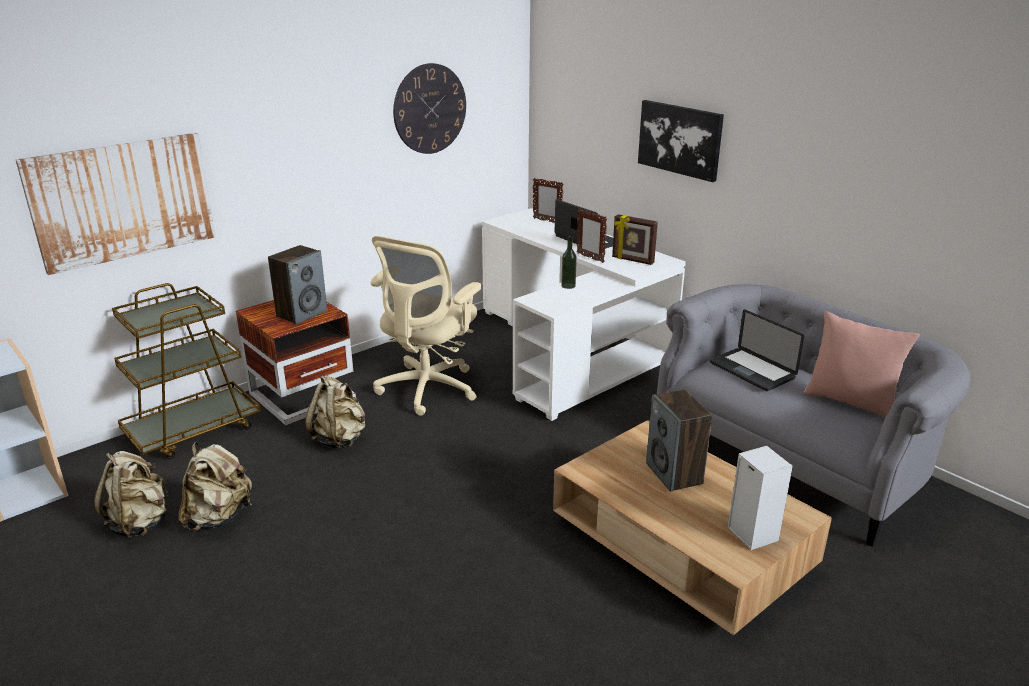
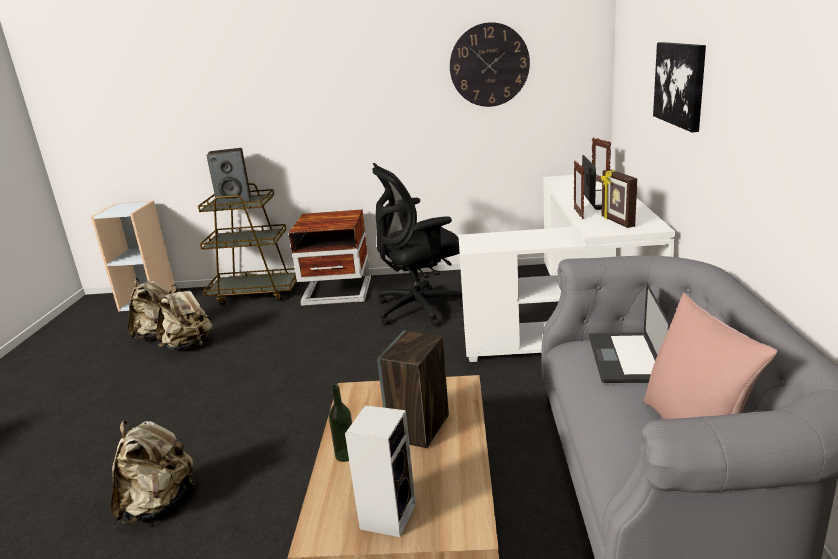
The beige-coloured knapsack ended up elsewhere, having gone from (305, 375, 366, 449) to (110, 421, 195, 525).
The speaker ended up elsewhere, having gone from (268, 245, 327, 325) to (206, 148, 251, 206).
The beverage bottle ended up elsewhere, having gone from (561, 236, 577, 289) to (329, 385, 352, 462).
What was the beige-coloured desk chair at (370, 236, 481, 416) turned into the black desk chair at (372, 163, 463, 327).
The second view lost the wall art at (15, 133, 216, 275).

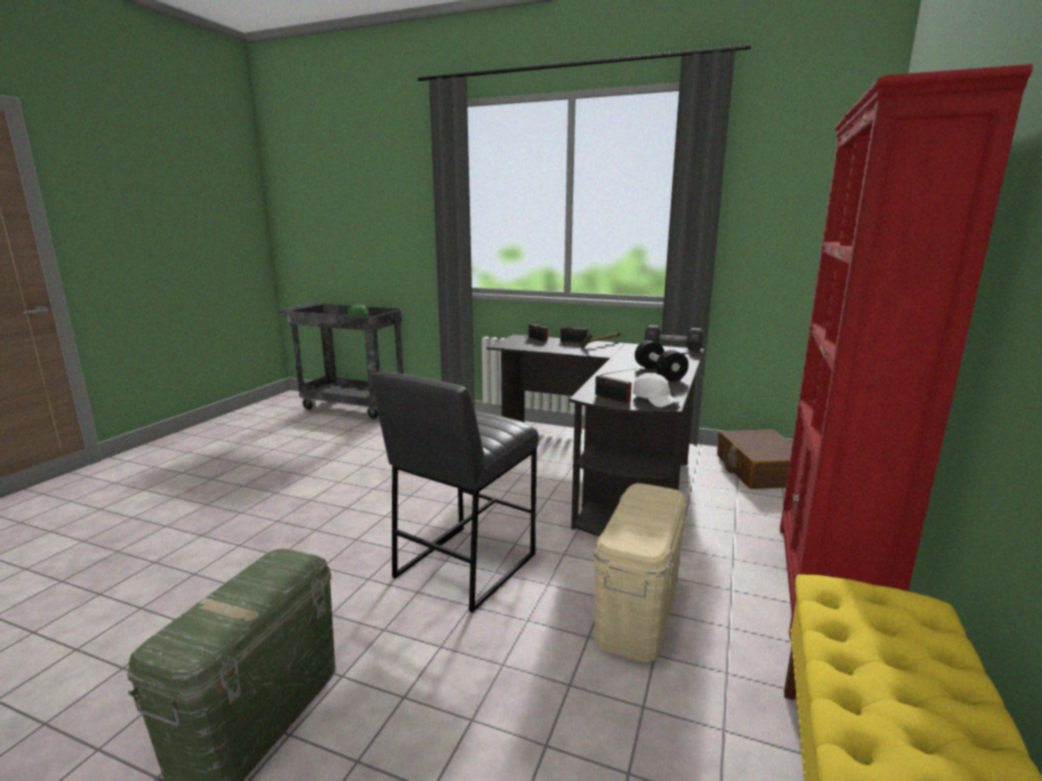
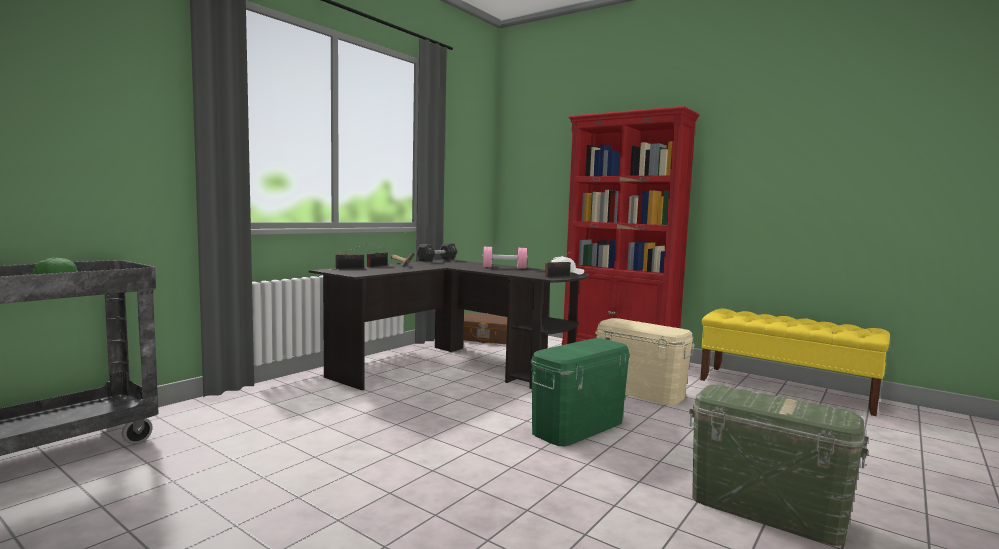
What was the black hand weight at (635, 340, 689, 381) turned into the pinkish hand weight at (482, 247, 528, 269).
Where the greyish stool seat stood at (371, 371, 539, 613), the green storage box came to stand at (531, 338, 630, 446).

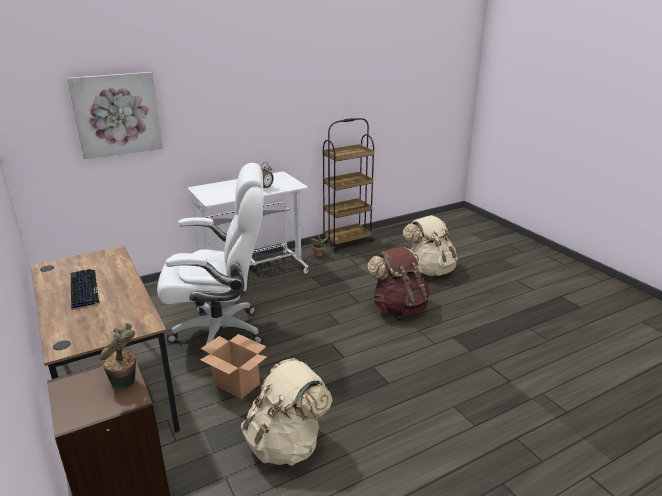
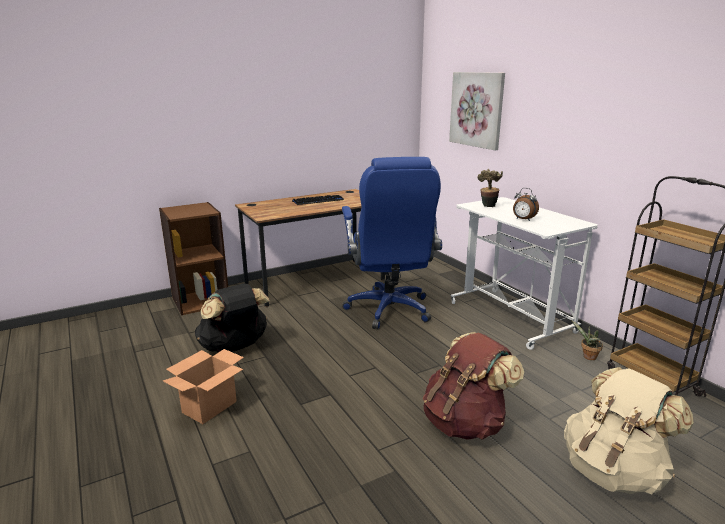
The cardboard box ended up elsewhere, having gone from (200, 334, 267, 399) to (163, 349, 244, 424).
What was the beige-coloured knapsack at (241, 358, 332, 466) turned into the black knapsack at (195, 283, 270, 352).
What was the whitish desk chair at (157, 163, 265, 357) turned into the blue desk chair at (342, 157, 442, 330).
The plant in a pot ended up elsewhere, having gone from (99, 323, 136, 389) to (477, 169, 503, 207).

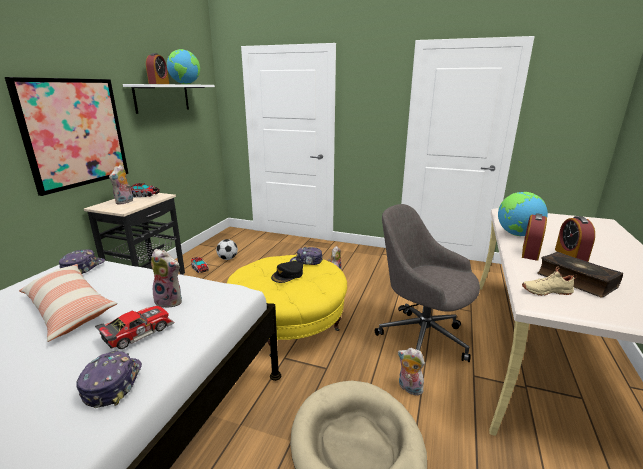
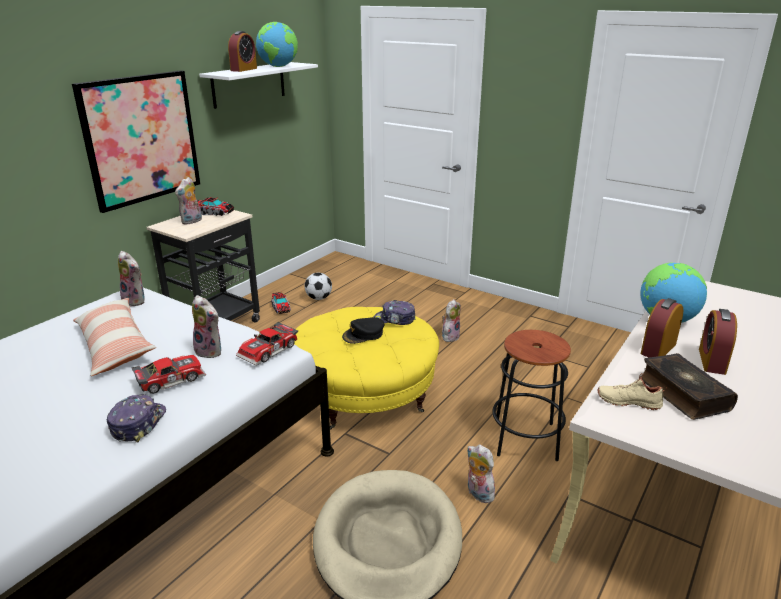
Where the cap stood at (59, 249, 105, 274), the plush toy came to stand at (118, 251, 145, 307).
The second view gained the miniature car at (236, 322, 298, 366).
Where the greyish desk chair stood at (375, 204, 480, 362), the black stool seat came to stand at (492, 330, 571, 461).

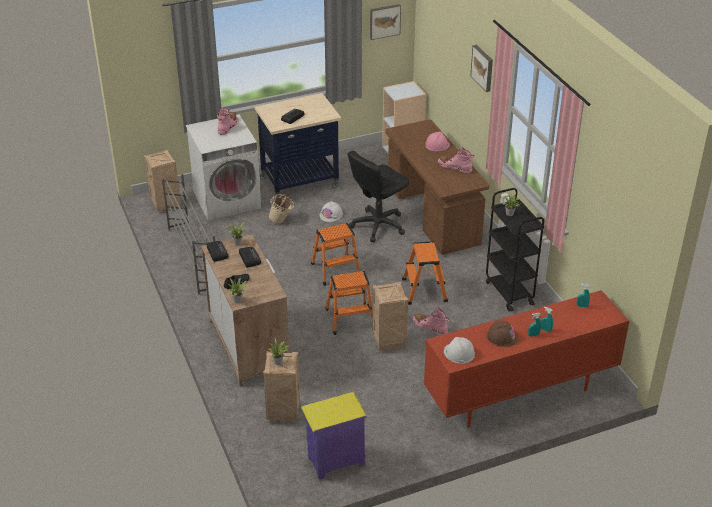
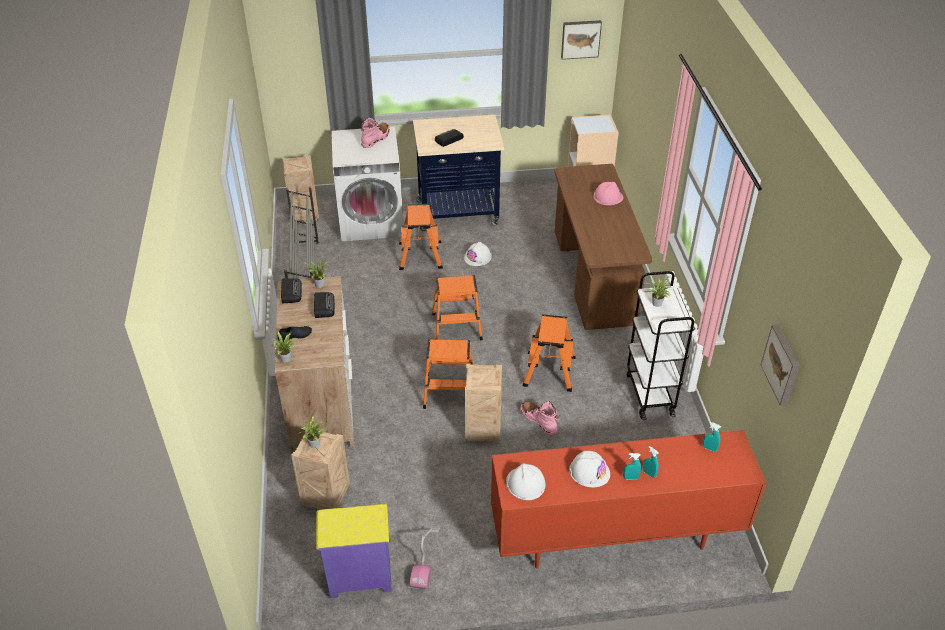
Where the beige-coloured bucket stood at (268, 194, 294, 224), the orangey step ladder came to stand at (399, 204, 443, 270).
The second view gained the vacuum at (410, 525, 440, 589).
What was the brownish safety helmet at (487, 320, 519, 347) turned into the whitish safety helmet at (569, 451, 610, 487).
What was the black trolley at (486, 188, 544, 312) turned into the whitish trolley at (626, 271, 695, 420).
The wall art ended up elsewhere, having gone from (470, 45, 493, 92) to (761, 325, 800, 406).
The second view lost the black desk chair at (347, 151, 409, 242).
The second view lost the pinkish tall boot at (438, 147, 474, 173).

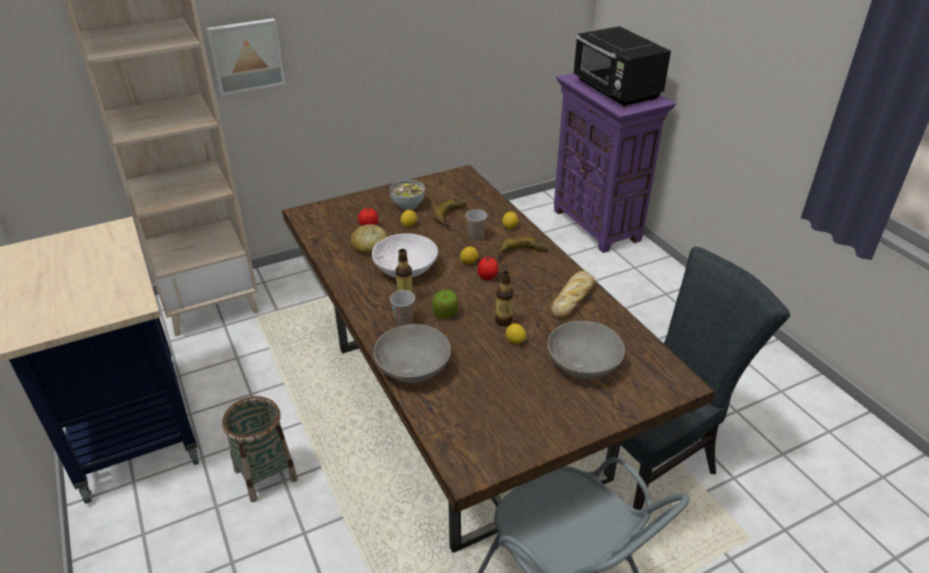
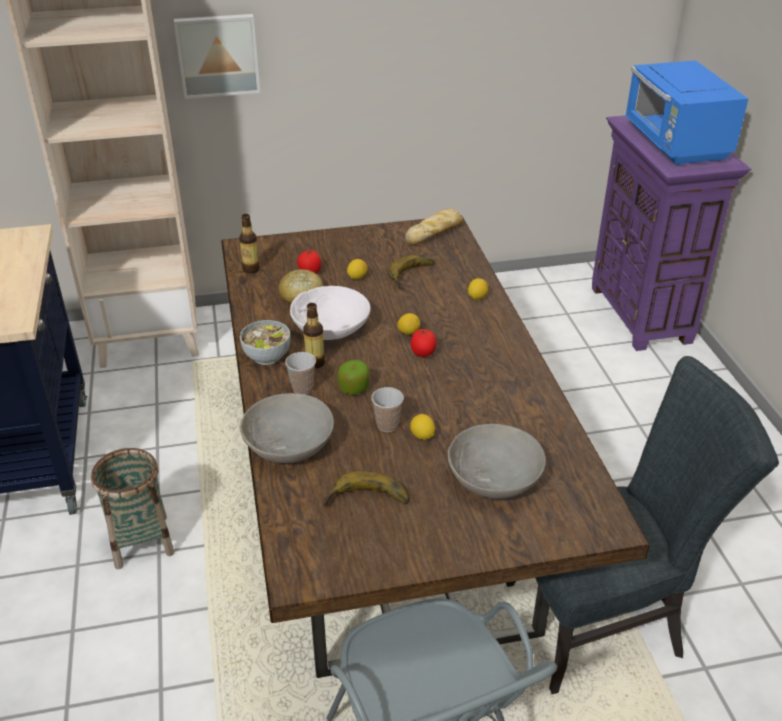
The beverage bottle ended up elsewhere, having gone from (495, 271, 513, 326) to (239, 214, 260, 274).
The deep dish ended up elsewhere, having gone from (390, 180, 425, 210) to (240, 320, 290, 365).
The whole banana ended up elsewhere, having gone from (497, 237, 548, 260) to (323, 471, 409, 507).
The cup ended up elsewhere, having gone from (465, 209, 487, 240) to (371, 387, 404, 432).
The bakery bread ended up elsewhere, having gone from (551, 271, 595, 319) to (405, 208, 463, 245).
What was the black kitchen microwave at (573, 26, 671, 107) turned into the blue kitchen microwave at (625, 60, 748, 165).

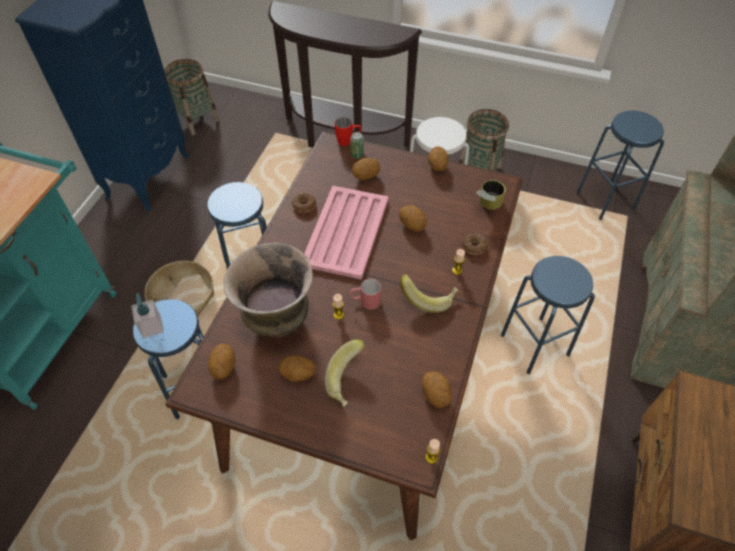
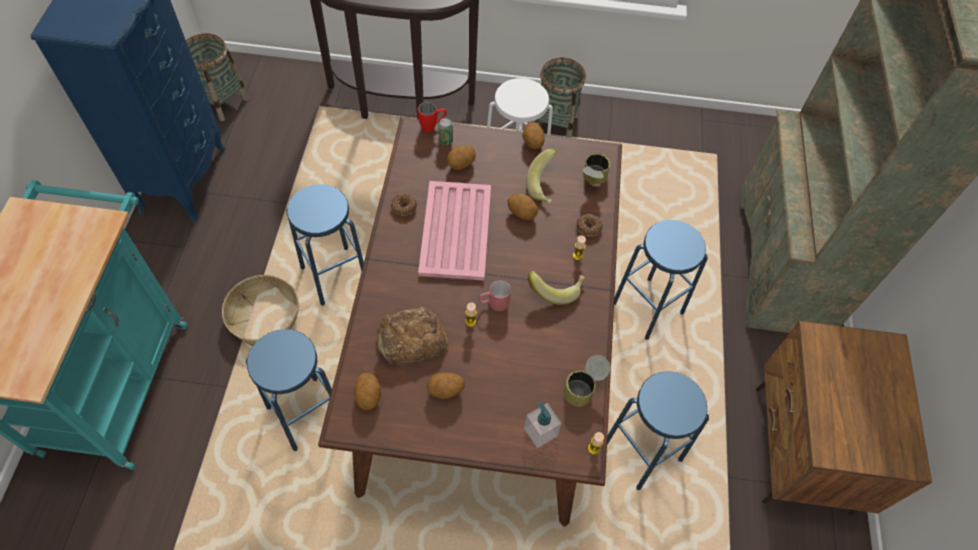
Where the vase stood at (224, 243, 313, 337), the bakery bread came to stand at (377, 307, 448, 366).
The soap bottle ended up elsewhere, having gone from (131, 293, 164, 339) to (524, 401, 562, 448).
The whole banana ended up elsewhere, having gone from (325, 339, 365, 407) to (526, 149, 557, 204).
Where the whole potato stood at (422, 371, 452, 408), the can came to stand at (563, 355, 611, 407).
The blue stool seat ended up elsewhere, having gone from (577, 110, 664, 220) to (607, 371, 709, 490).

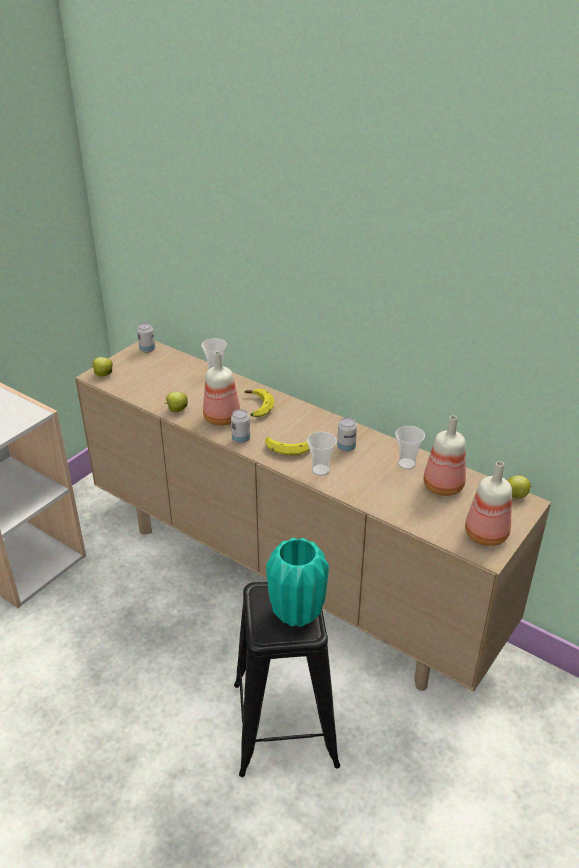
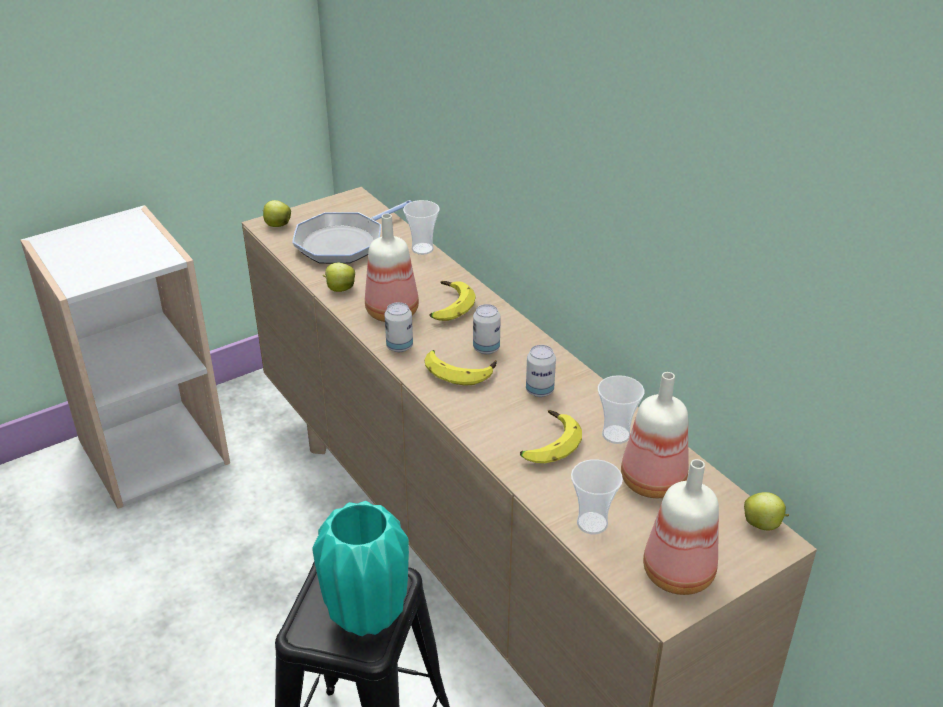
The second view gained the pan at (292, 200, 412, 264).
The can ended up elsewhere, having gone from (137, 323, 155, 353) to (473, 304, 501, 354).
The second view gained the whole banana at (520, 410, 582, 463).
The cup ended up elsewhere, having gone from (307, 432, 337, 476) to (571, 459, 623, 534).

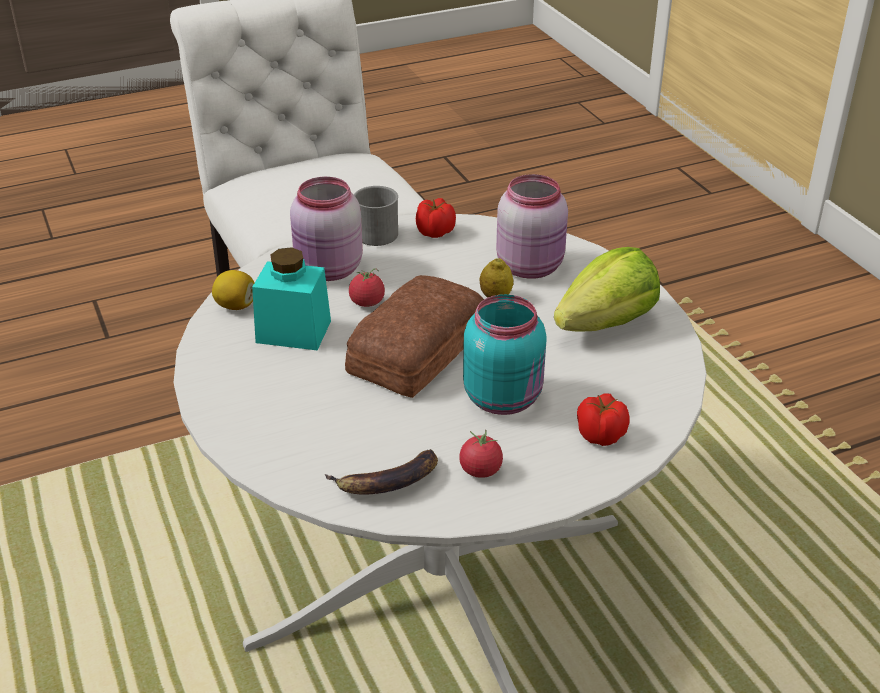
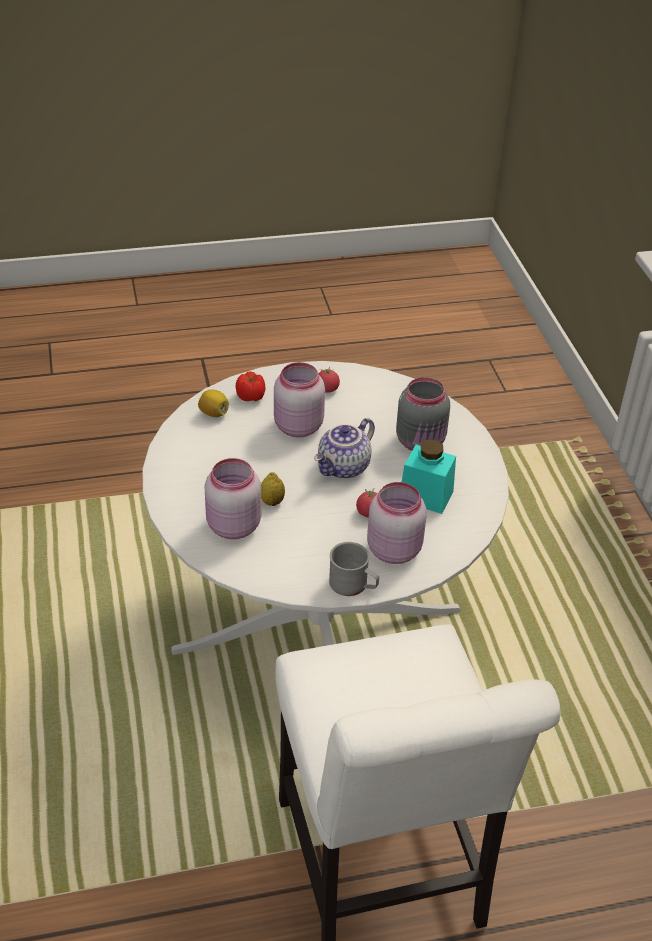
The whole lemon ended up elsewhere, having gone from (212, 270, 254, 310) to (198, 389, 229, 417).
What was the turquoise-coloured storage jar at (463, 294, 547, 415) turned into the pinkish storage jar at (274, 362, 325, 437).
Where the bakery bread stood at (345, 275, 484, 398), the pot for tea came to stand at (314, 418, 375, 479).
The second view gained the greyish storage jar at (396, 377, 450, 451).
The second view lost the whole banana at (325, 449, 438, 495).
The second view lost the tomato at (416, 198, 456, 238).
The second view lost the head of lettuce at (554, 247, 660, 332).

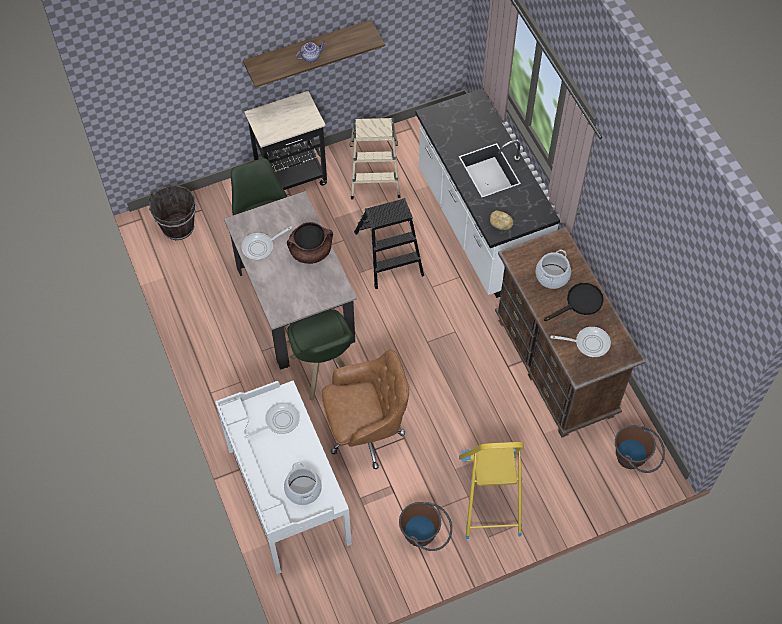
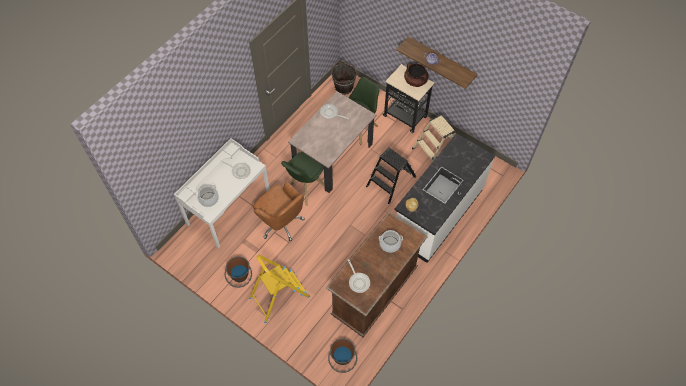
The brownish cooking pot ended up elsewhere, having gone from (287, 222, 333, 264) to (404, 63, 429, 87).
The second view lost the black pan at (544, 283, 604, 321).

